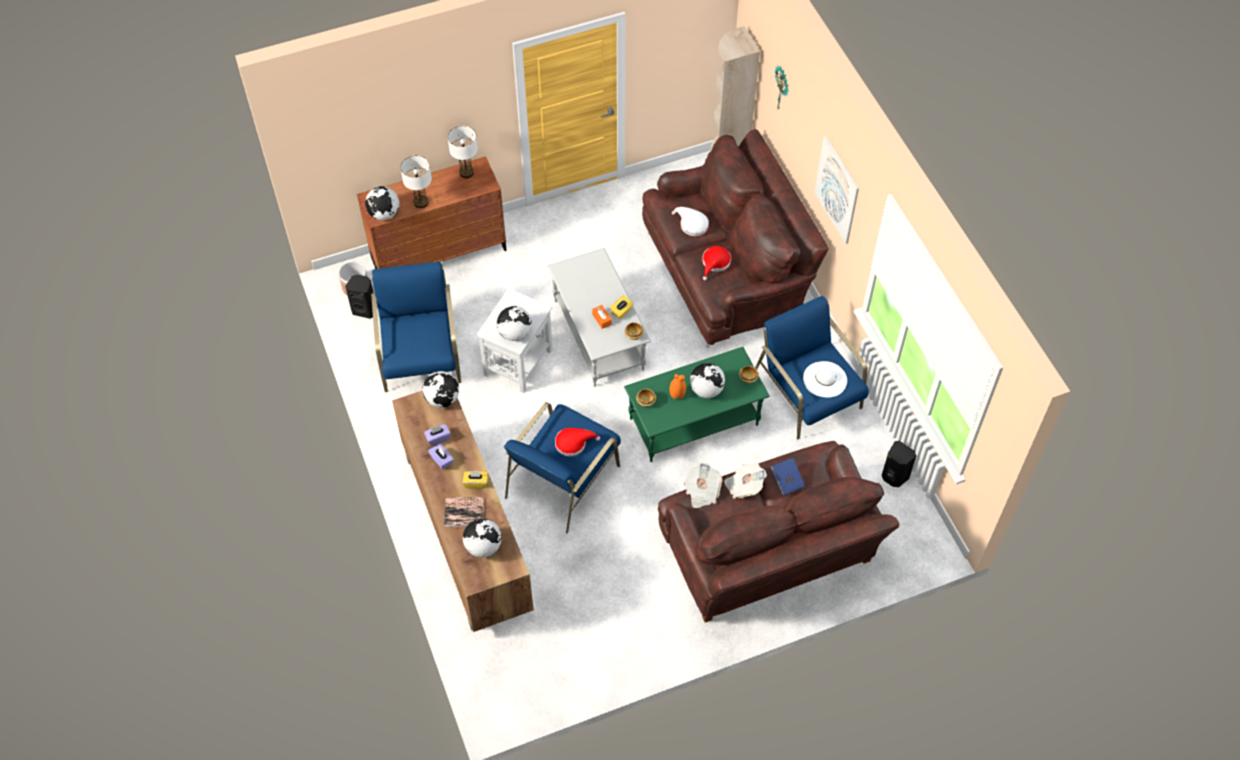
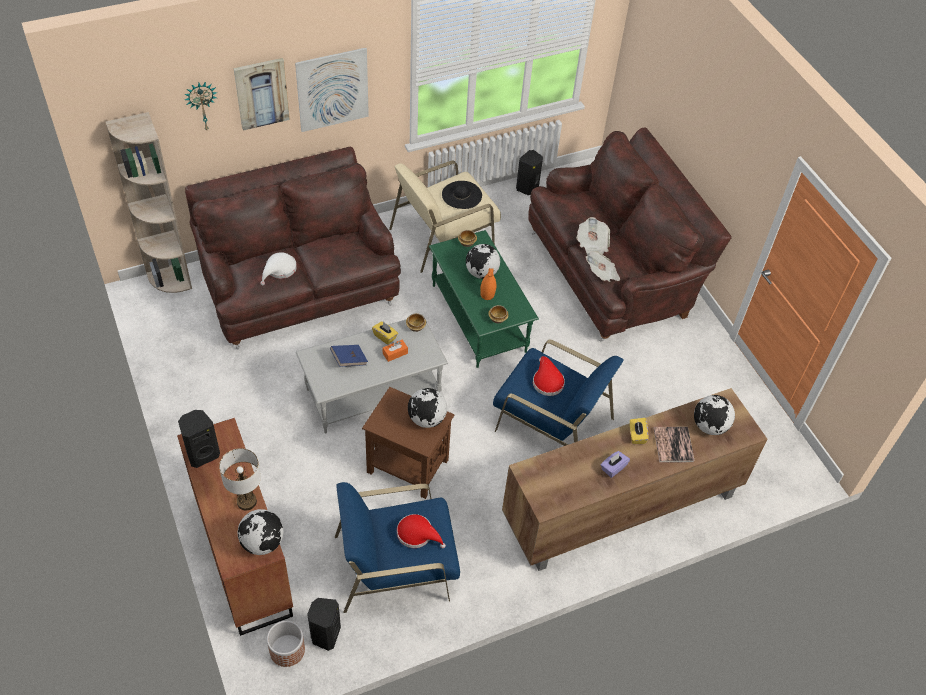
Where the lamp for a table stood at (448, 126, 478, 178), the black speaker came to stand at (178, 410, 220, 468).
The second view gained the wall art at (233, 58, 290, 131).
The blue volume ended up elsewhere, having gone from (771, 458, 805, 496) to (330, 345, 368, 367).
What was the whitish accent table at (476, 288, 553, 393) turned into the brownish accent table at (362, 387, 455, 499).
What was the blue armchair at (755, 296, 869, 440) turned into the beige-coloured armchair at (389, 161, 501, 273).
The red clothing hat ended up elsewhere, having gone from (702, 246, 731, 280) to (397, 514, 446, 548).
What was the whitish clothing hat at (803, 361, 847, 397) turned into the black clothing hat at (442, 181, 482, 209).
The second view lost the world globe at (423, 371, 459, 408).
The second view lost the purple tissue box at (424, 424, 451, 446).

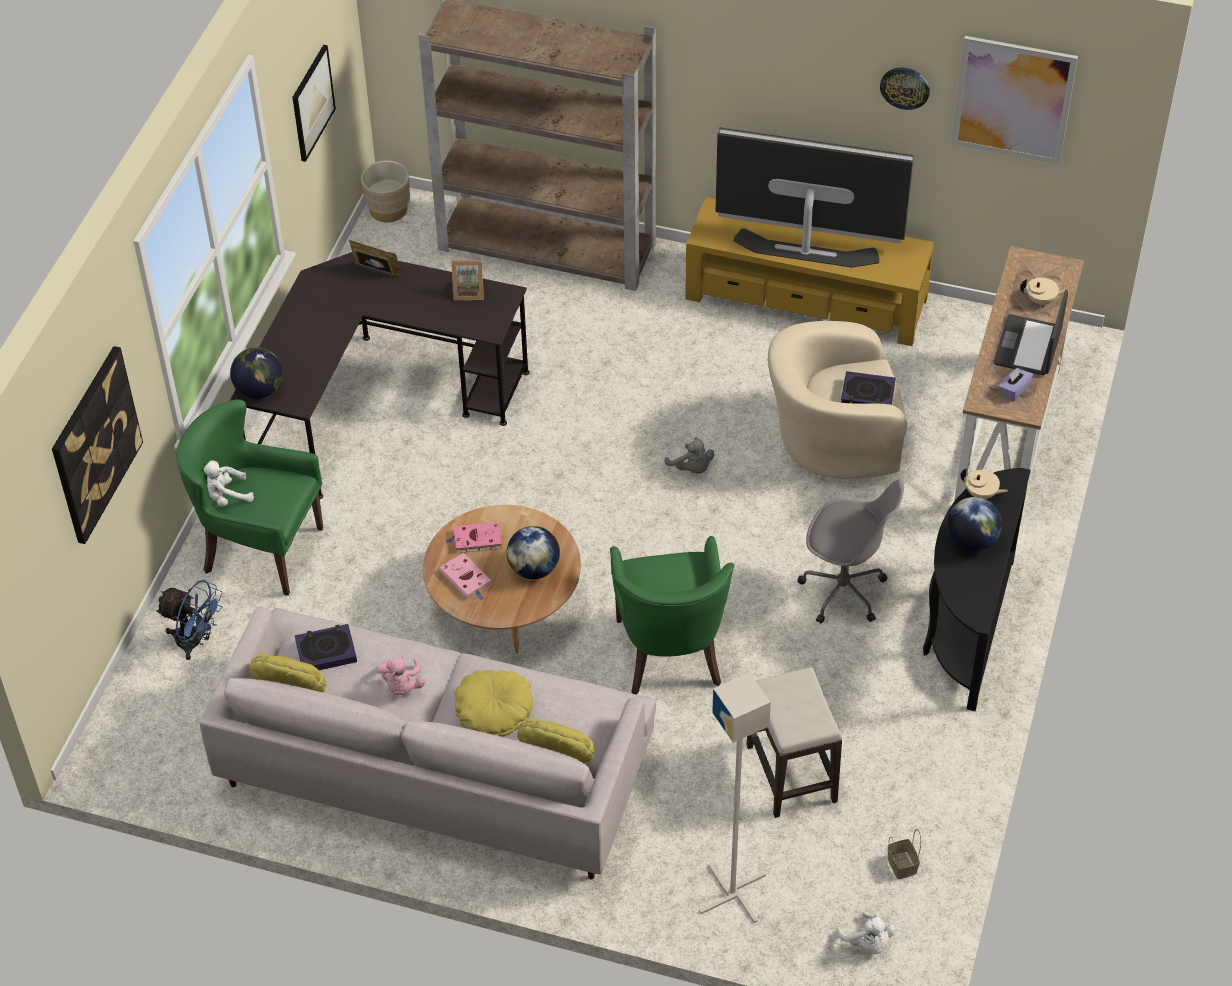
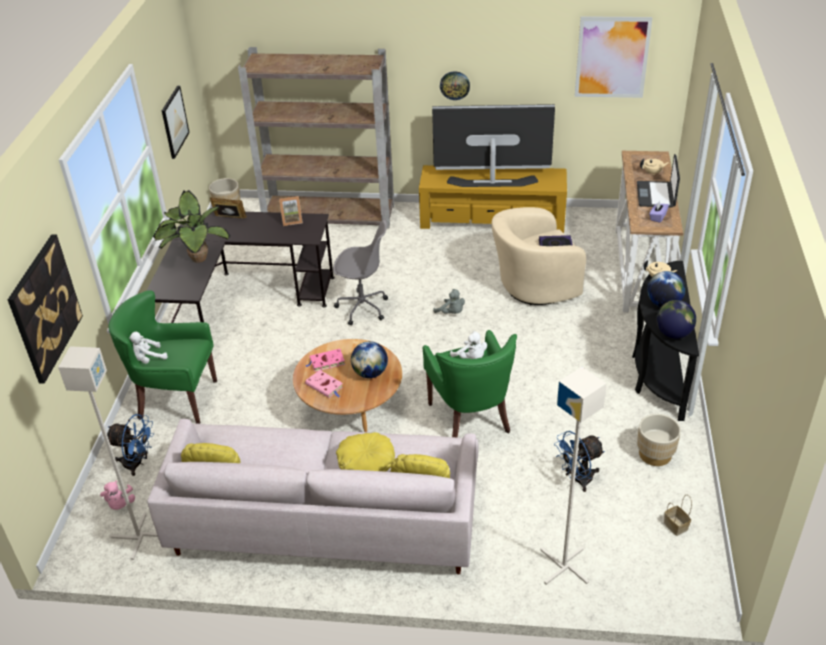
The second view gained the greyish floor lamp at (58, 346, 158, 560).
The pinkish plush toy ended up elsewhere, having gone from (377, 656, 426, 695) to (100, 481, 135, 510).
The second view gained the plant in a pot at (153, 190, 231, 263).
The greyish desk chair ended up elsewhere, having gone from (797, 480, 904, 623) to (333, 220, 388, 325).
The hanging clock ended up elsewhere, having gone from (880, 68, 930, 110) to (440, 71, 470, 100).
The whitish plush toy ended up elsewhere, having gone from (837, 911, 896, 954) to (450, 331, 487, 359).
Where the stool seat stood at (746, 667, 842, 818), the blue cooling fan came to stand at (554, 431, 605, 492).
The second view gained the beige-coloured planter at (637, 414, 681, 466).
The world globe ended up elsewhere, having gone from (230, 347, 282, 399) to (656, 300, 696, 339).
The second view lost the volume at (295, 624, 357, 670).

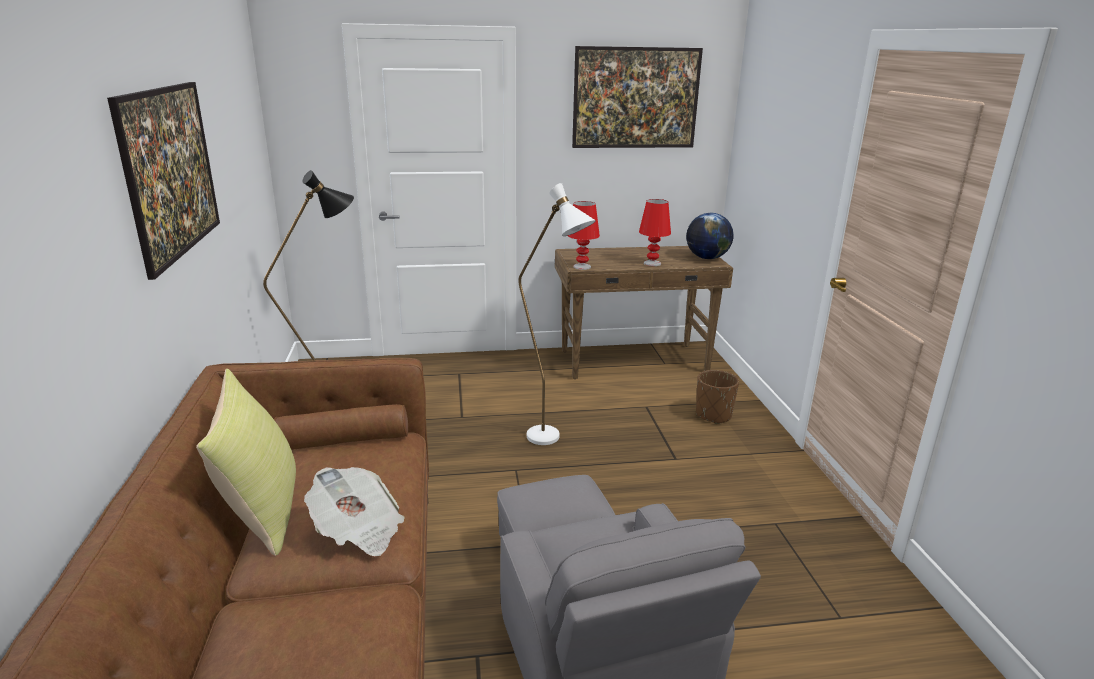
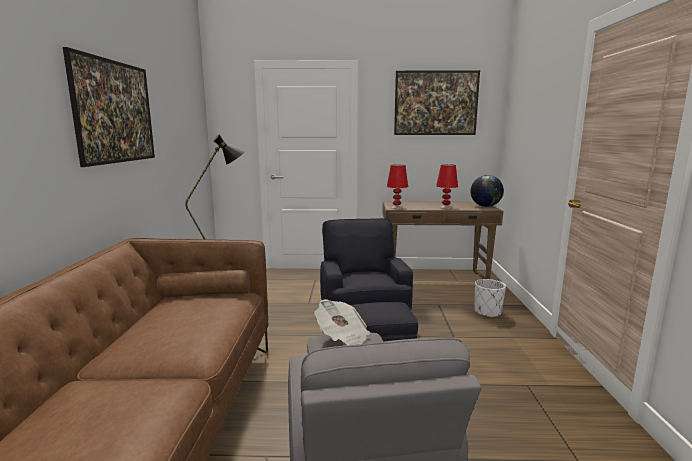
The printed paper ended up elsewhere, having gone from (304, 467, 405, 556) to (314, 299, 370, 345).
Where the whitish floor lamp stood at (519, 183, 596, 445), the black armchair came to stand at (320, 218, 418, 342).
What was the brownish planter at (696, 370, 739, 424) turned into the whitish planter at (475, 279, 506, 318).
The second view lost the yellow-coloured cushion at (196, 369, 296, 556).

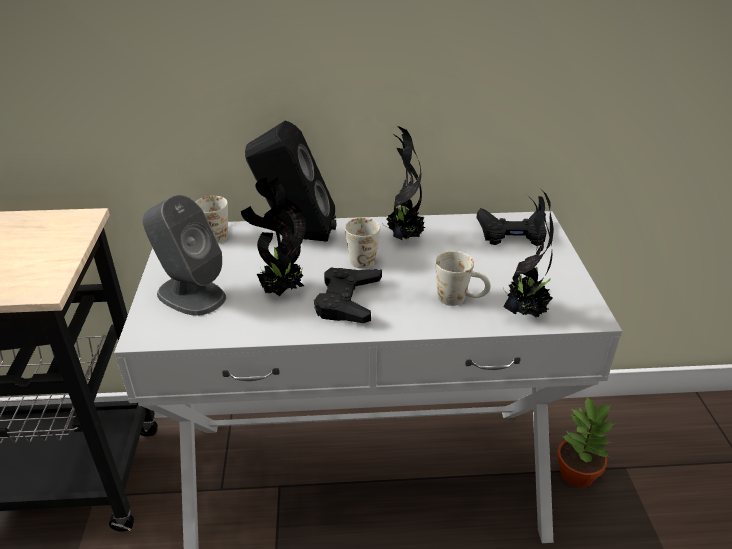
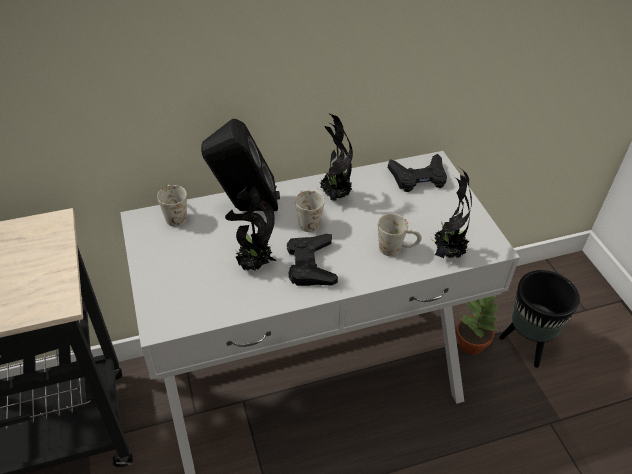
The second view gained the black planter at (499, 270, 580, 368).
The second view lost the greyish speaker at (143, 195, 226, 316).

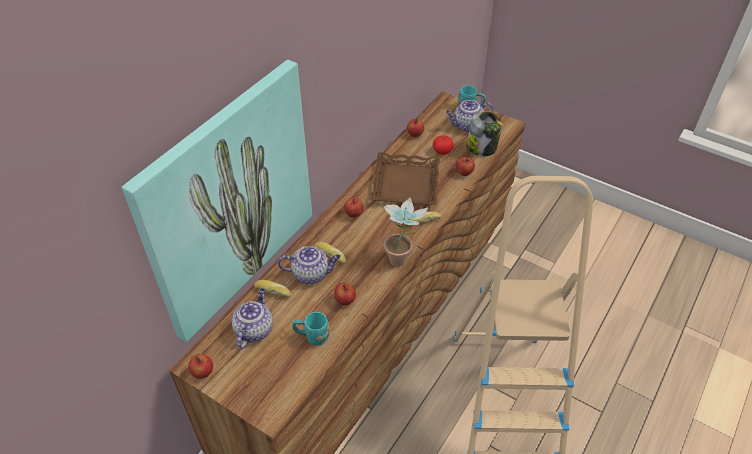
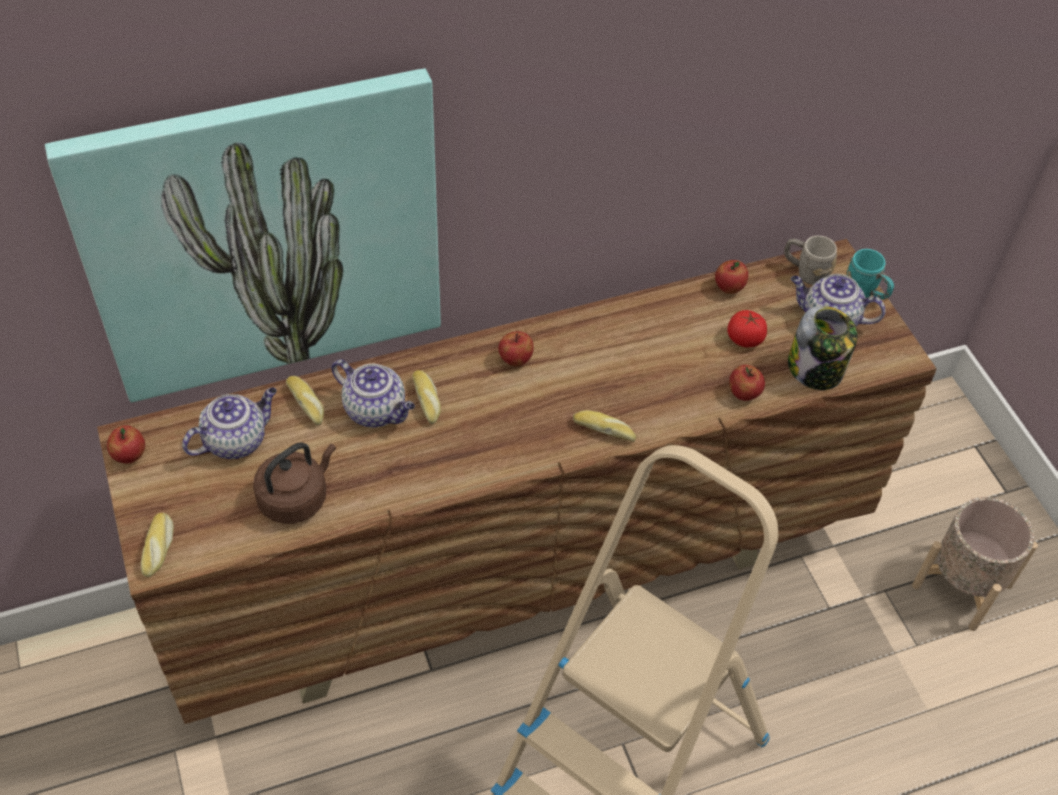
The second view gained the bakery bread at (141, 513, 174, 577).
Where the turquoise-coloured mug stood at (292, 312, 330, 346), the brownish tea kettle came to stand at (253, 442, 336, 524).
The second view gained the greyish mug at (784, 236, 837, 285).
The second view gained the beige-coloured planter at (912, 497, 1038, 631).
The second view lost the whole apple at (334, 283, 356, 305).
The second view lost the brownish serving tray at (371, 152, 440, 205).
The second view lost the plant in a pot at (384, 198, 428, 267).

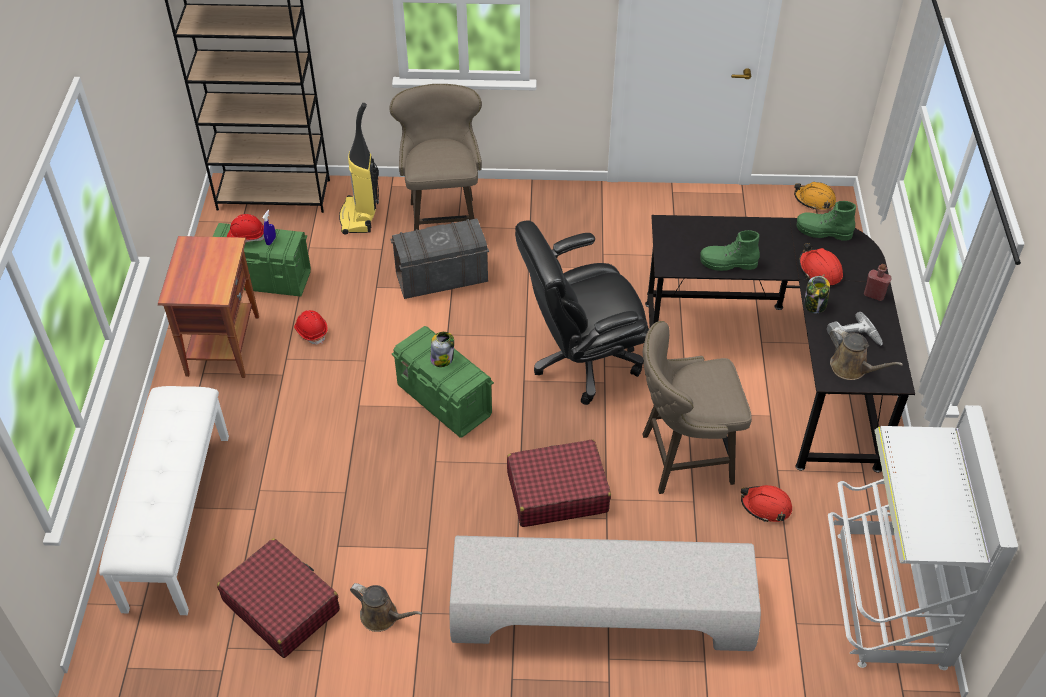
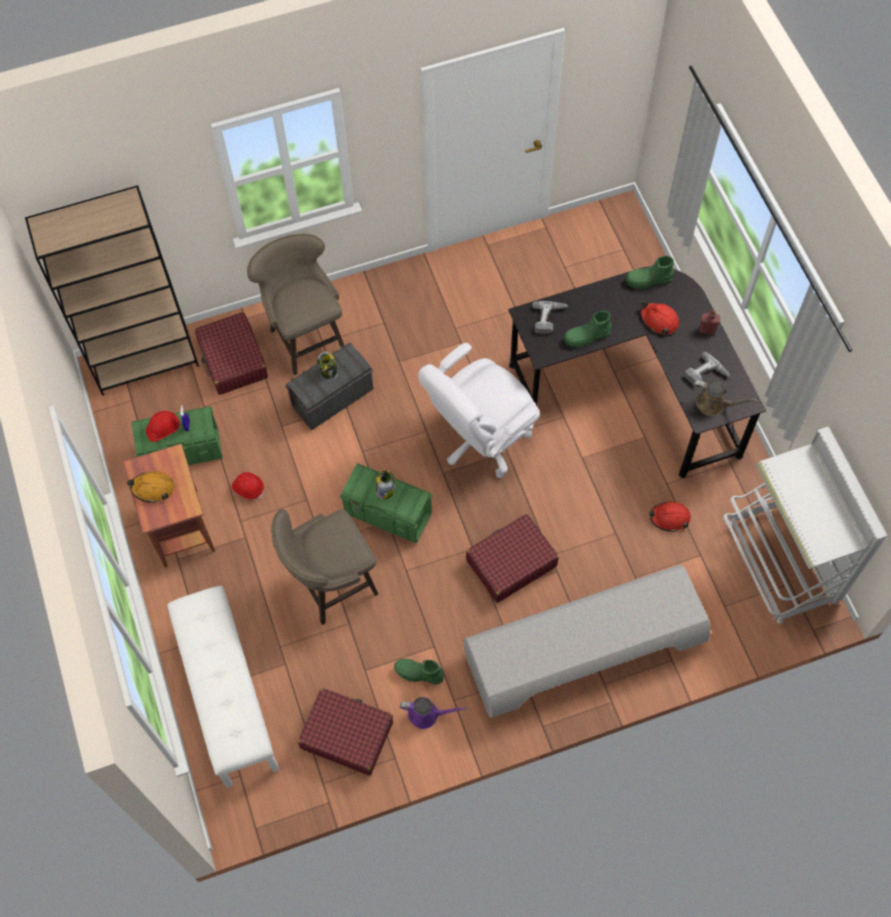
The orangey safety helmet ended up elsewhere, having gone from (794, 182, 836, 210) to (127, 471, 174, 503).
Where the vacuum stood at (339, 103, 379, 235), the red piece of luggage came to stand at (195, 312, 268, 395).
The beige-coloured stool seat ended up elsewhere, having gone from (643, 321, 752, 494) to (271, 509, 378, 625).
The storage jar ended up elsewhere, having gone from (804, 276, 830, 313) to (317, 352, 337, 379).
The second view gained the green tall boot at (394, 659, 444, 684).
What was the brownish watering can at (350, 583, 422, 632) turned into the purple watering can at (400, 697, 466, 729).
What was the black desk chair at (515, 220, 649, 405) turned into the whitish desk chair at (418, 343, 540, 478).
The second view gained the drill at (533, 301, 568, 334).

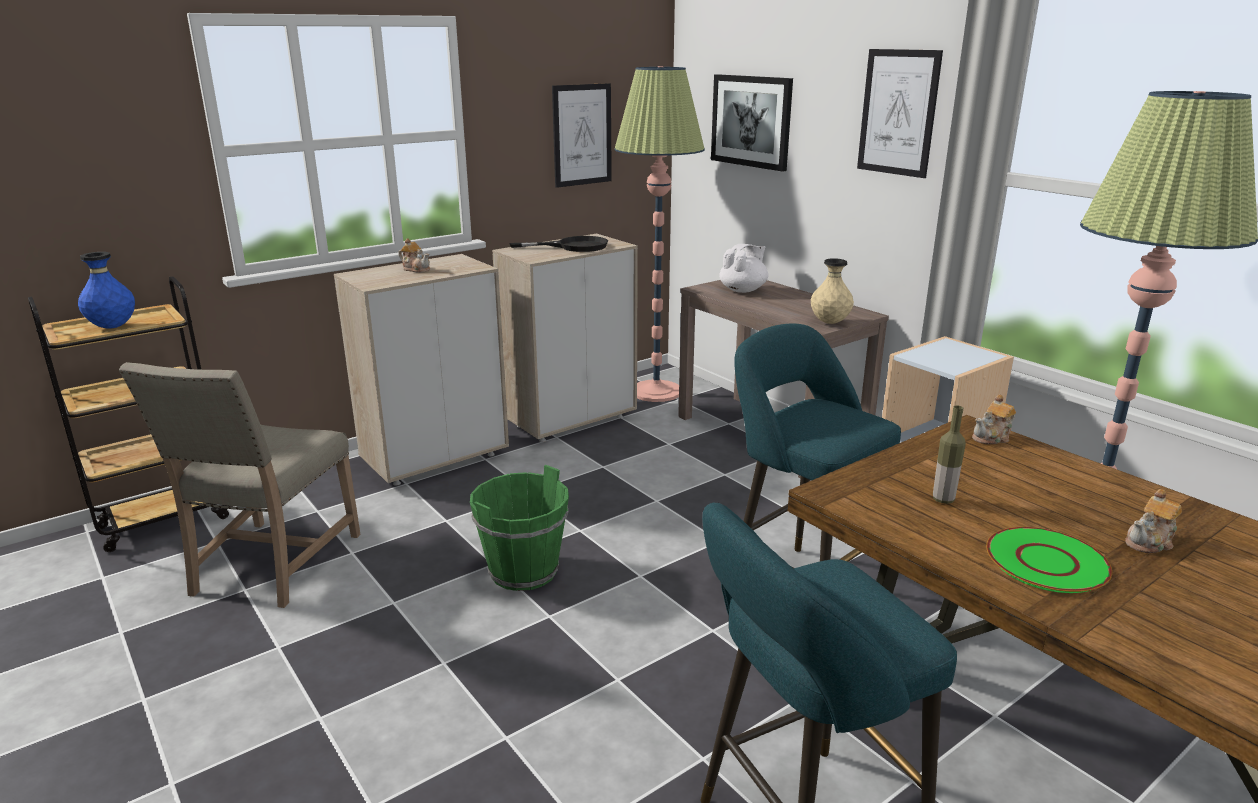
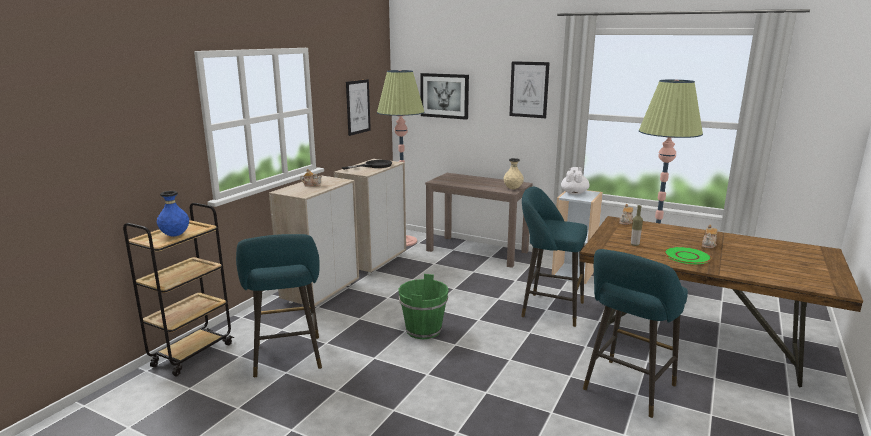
Where the beige-coloured upright chair stood at (119, 362, 361, 608), the turquoise-coloured stool seat came to stand at (236, 234, 322, 377).
The whitish pot for tea ended up elsewhere, having gone from (719, 244, 768, 293) to (561, 167, 589, 195).

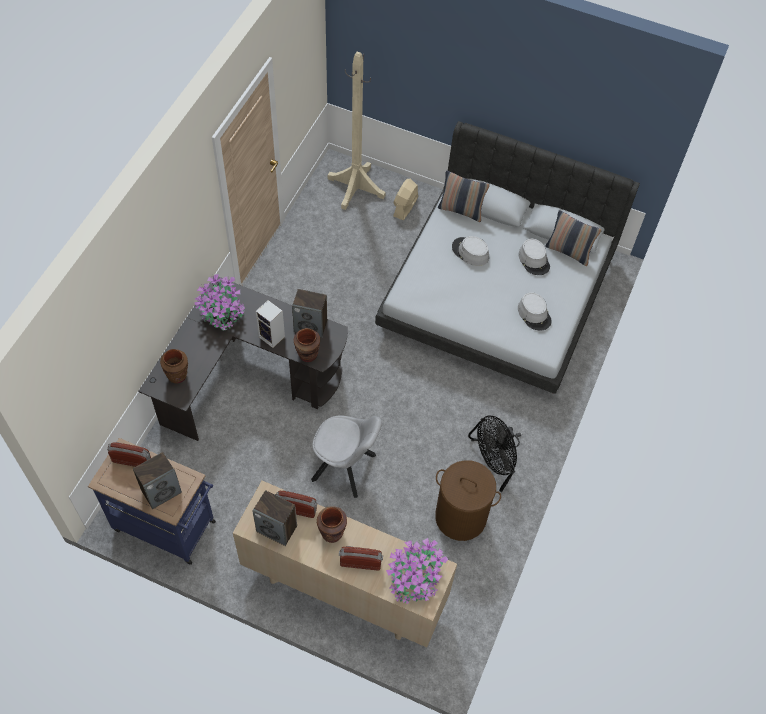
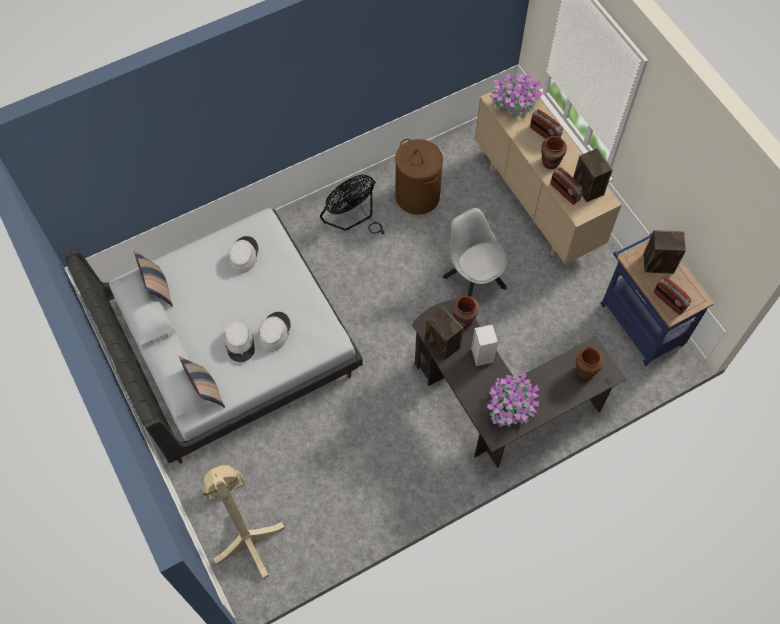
The greyish clothing hat ended up elsewhere, having gone from (519, 239, 550, 275) to (258, 312, 291, 352).
The black cooling fan at (468, 415, 521, 492) ended up facing another way, 135 degrees counterclockwise from before.

